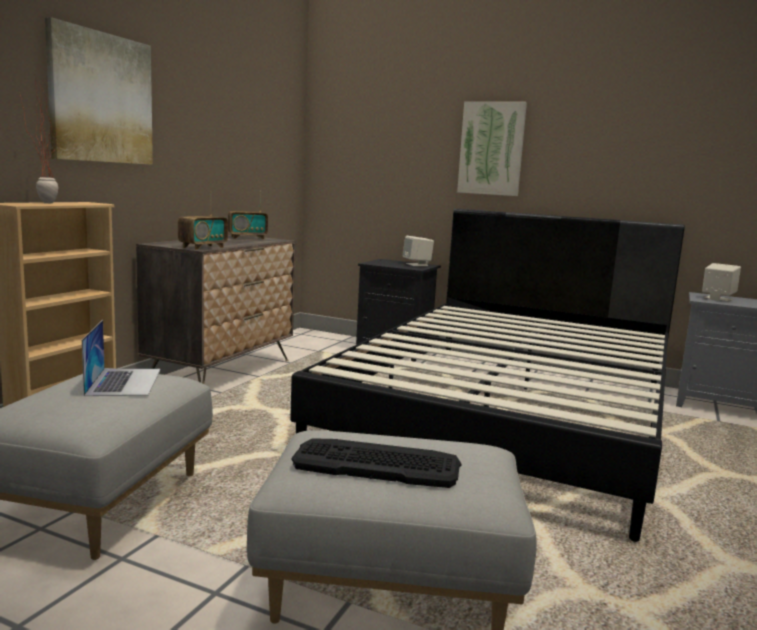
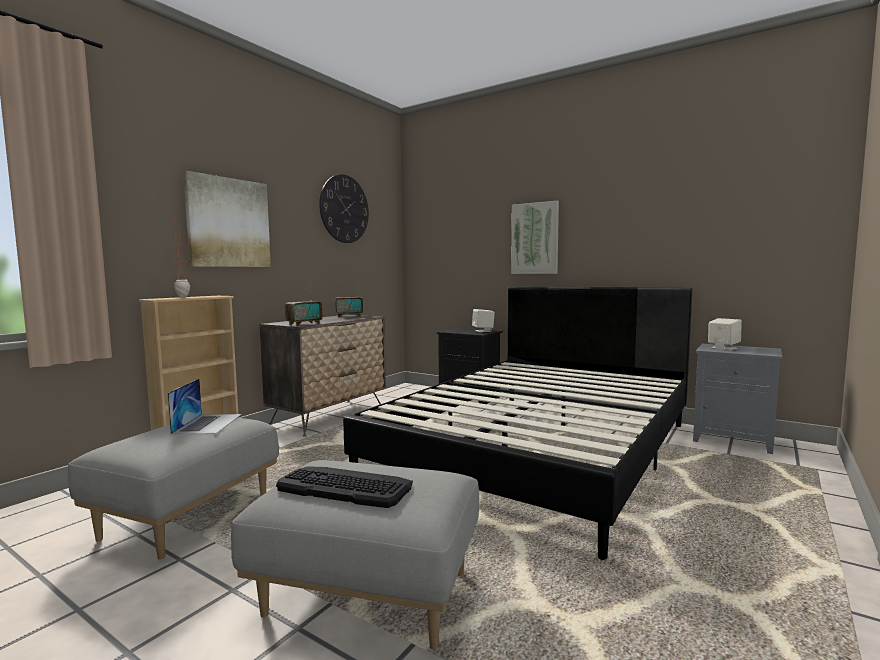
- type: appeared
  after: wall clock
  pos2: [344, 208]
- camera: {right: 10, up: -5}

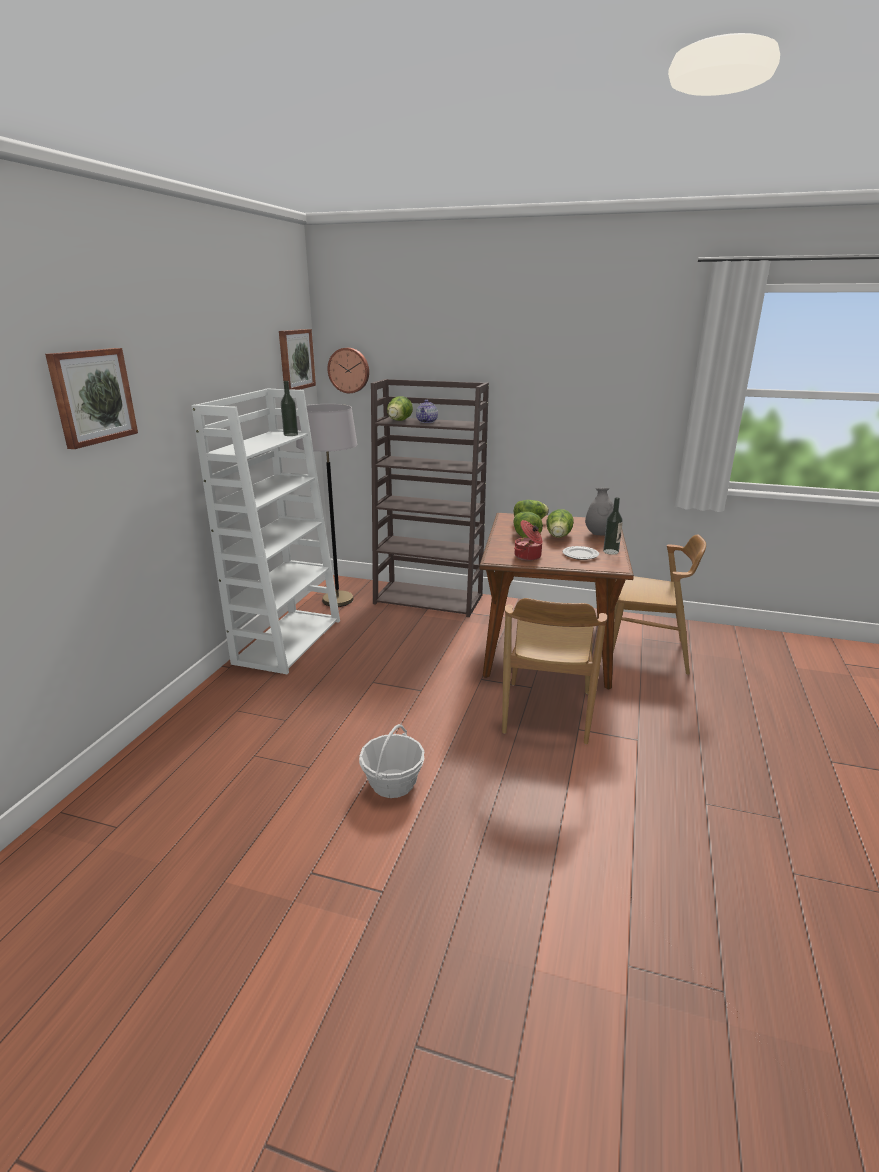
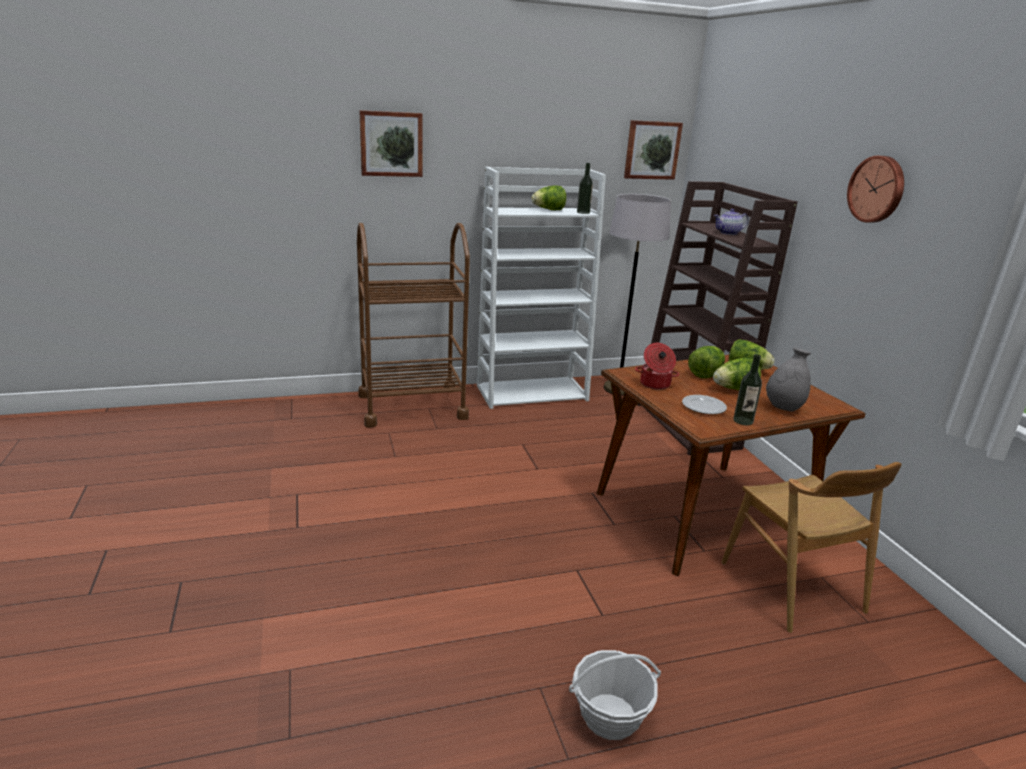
- type: relocated
  before: wall clock
  pos1: [348, 370]
  pos2: [875, 189]
- type: relocated
  before: lettuce
  pos1: [400, 408]
  pos2: [548, 197]
- type: missing
  before: brownish chair
  pos1: [554, 671]
- type: relocated
  before: basket
  pos1: [392, 761]
  pos2: [615, 695]
- type: appeared
  after: brownish trolley
  pos2: [413, 325]
- camera: {right: 55, up: 0}

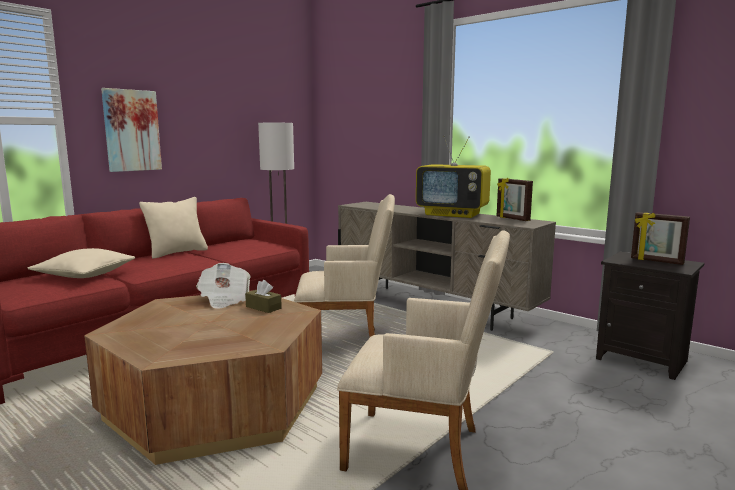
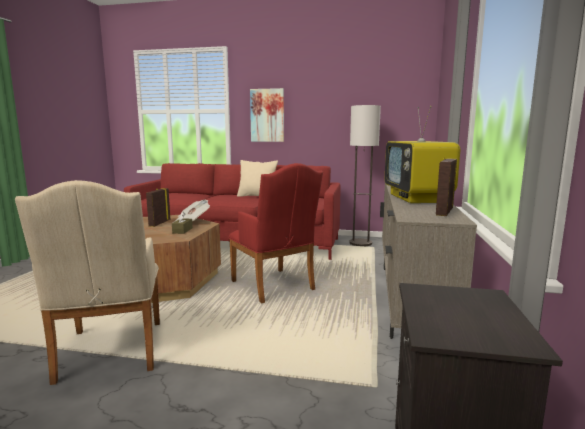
- type: colour
  before: beige-coloured armchair
  after: reddish armchair
  pos1: [344, 265]
  pos2: [275, 233]
- type: relocated
  before: standing frame
  pos1: [660, 238]
  pos2: [158, 207]
- type: missing
  before: beige-coloured pillow
  pos1: [81, 263]
- camera: {right: 60, up: 0}

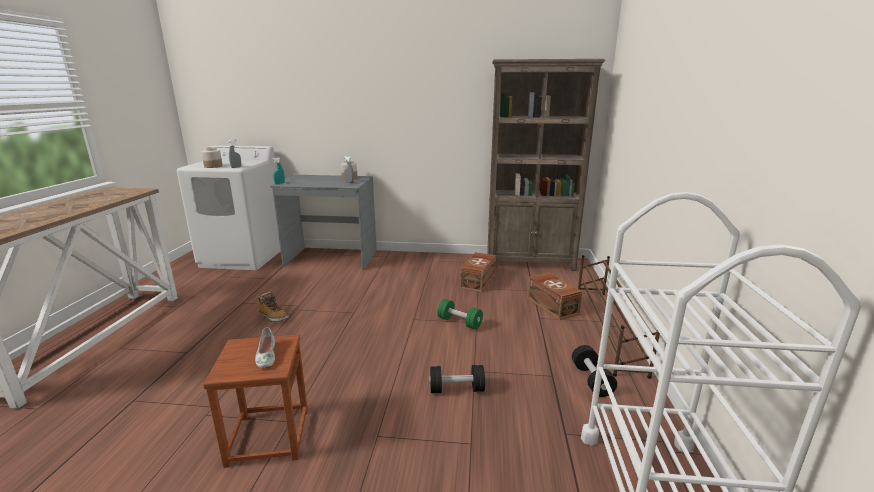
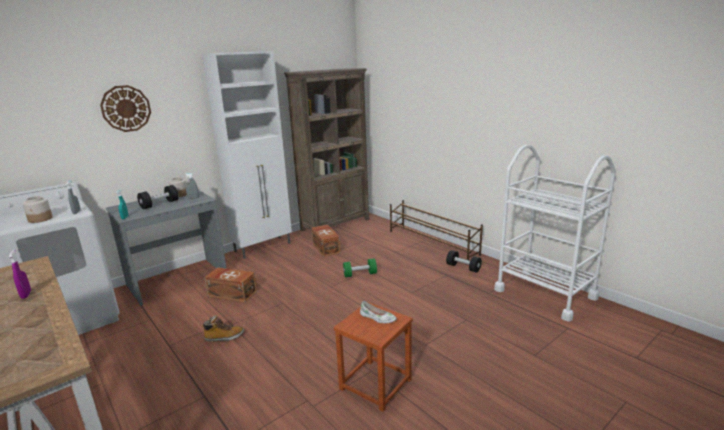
- type: relocated
  before: brownish storage box
  pos1: [554, 296]
  pos2: [230, 285]
- type: relocated
  before: black hand weight
  pos1: [457, 379]
  pos2: [158, 197]
- type: appeared
  after: whitish storage cabinet
  pos2: [247, 155]
- type: appeared
  after: wall clock
  pos2: [125, 108]
- type: appeared
  after: purple sprayer
  pos2: [20, 274]
- camera: {right: -45, up: 0}

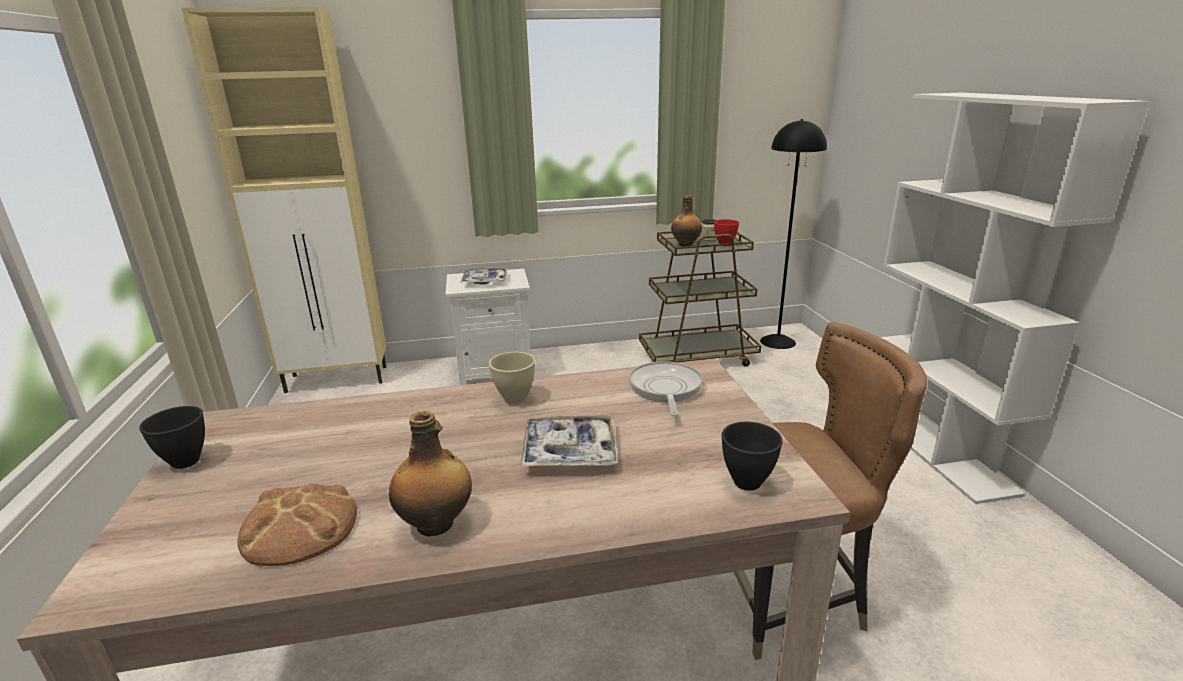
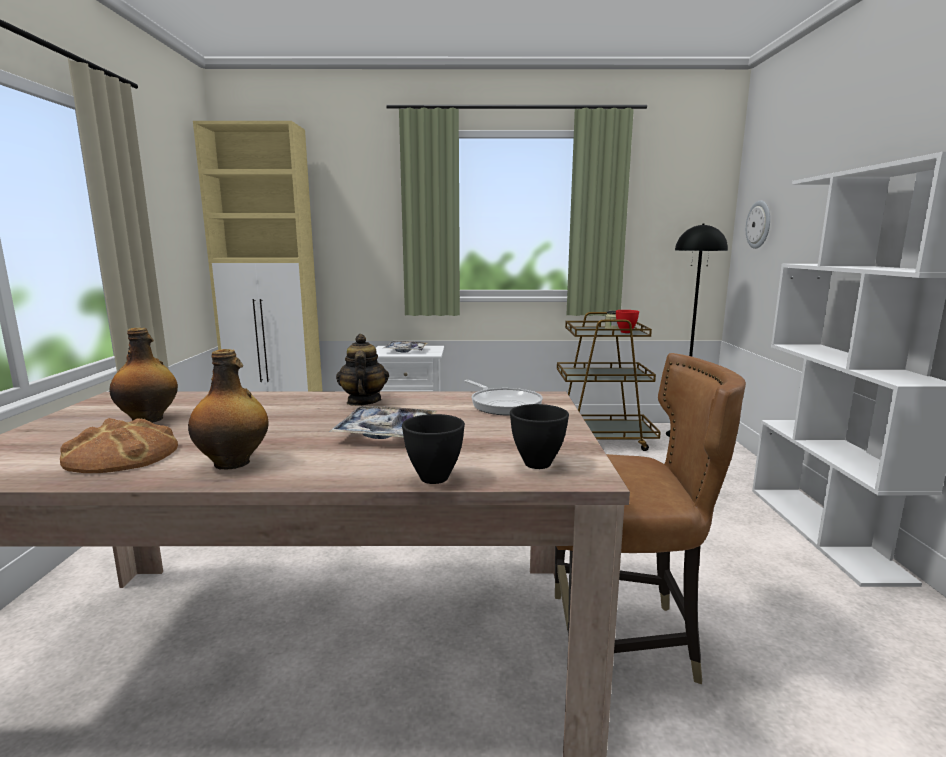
- type: relocated
  before: bottle
  pos1: [686, 221]
  pos2: [143, 375]
- type: exchanged
  before: beige-coloured bowl
  after: tea pot
  pos1: [512, 378]
  pos2: [362, 370]
- type: spun
  before: pan
  pos1: [666, 388]
  pos2: [503, 398]
  turn: 135
- type: relocated
  before: black bowl
  pos1: [172, 437]
  pos2: [433, 449]
- type: appeared
  after: wall clock
  pos2: [758, 224]
- camera: {right: 10, up: -10}

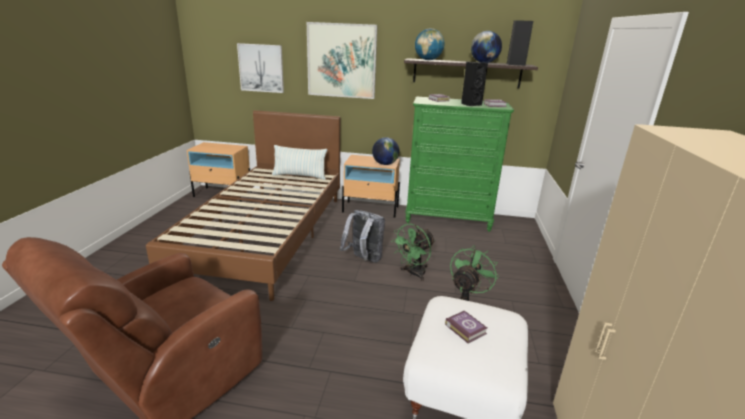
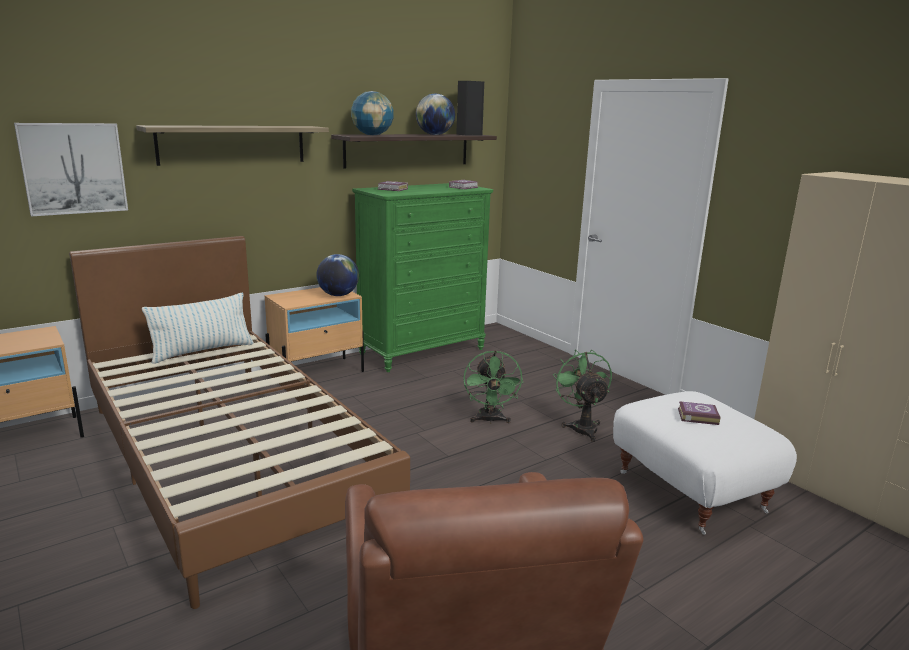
- type: exchanged
  before: wall picture
  after: bracket shelf
  pos1: [342, 60]
  pos2: [232, 145]
- type: missing
  before: black loudspeaker
  pos1: [474, 84]
- type: missing
  before: gray knapsack
  pos1: [362, 236]
- camera: {right: -45, up: -5}

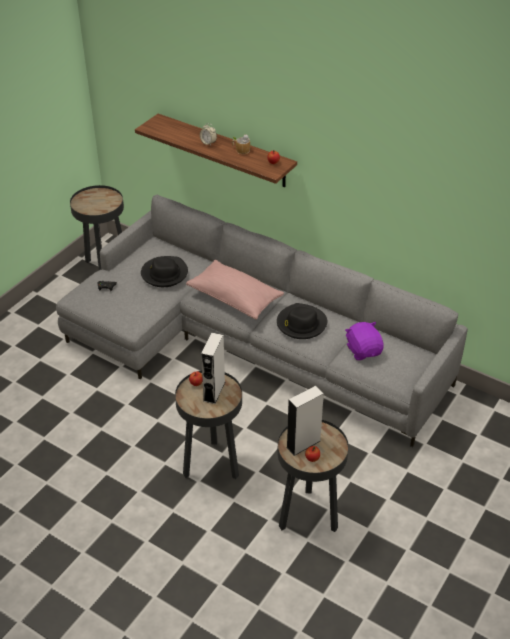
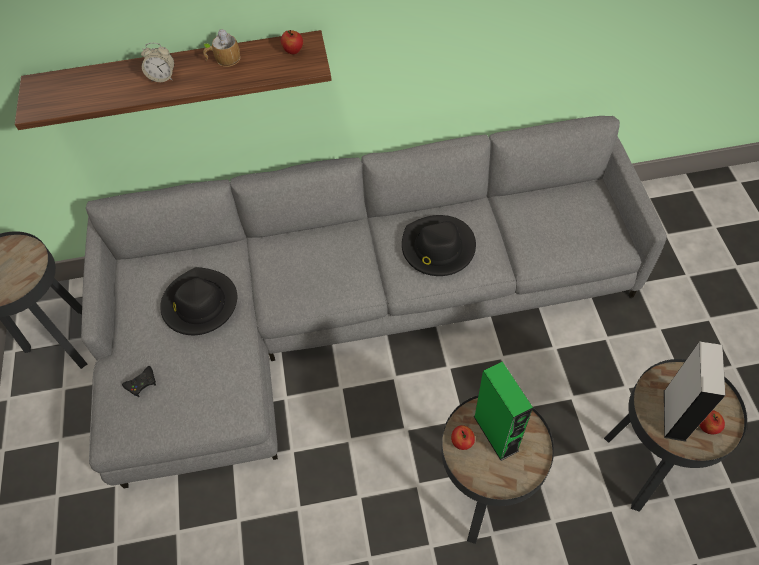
- type: missing
  before: pink pillow
  pos1: [235, 290]
- type: missing
  before: purple plush toy
  pos1: [364, 341]
- type: colour
  before: gray loudspeaker
  after: green-coloured loudspeaker
  pos1: [213, 368]
  pos2: [503, 411]
- camera: {right: -40, up: 15}

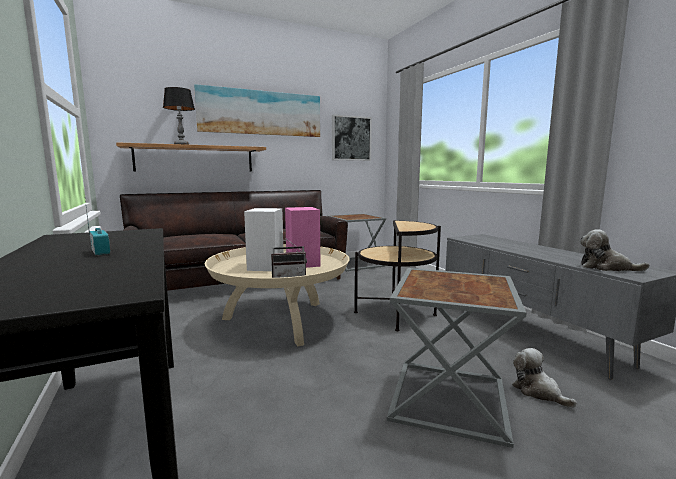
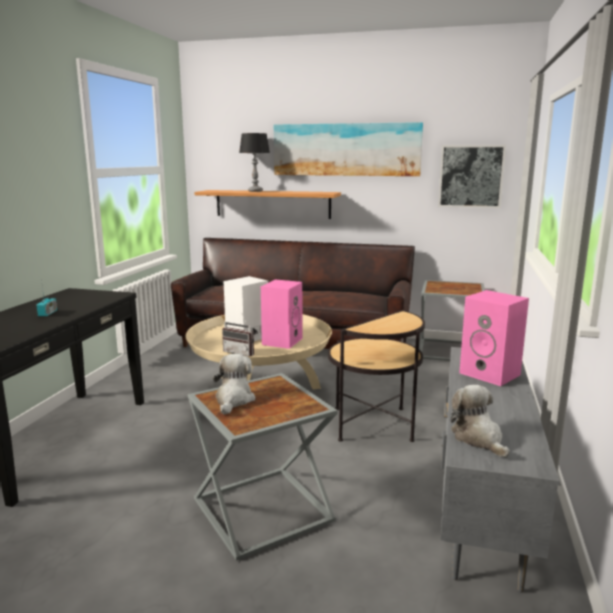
- type: relocated
  before: plush toy
  pos1: [544, 378]
  pos2: [234, 384]
- type: appeared
  after: pink loudspeaker
  pos2: [494, 338]
- camera: {right: 40, up: 5}

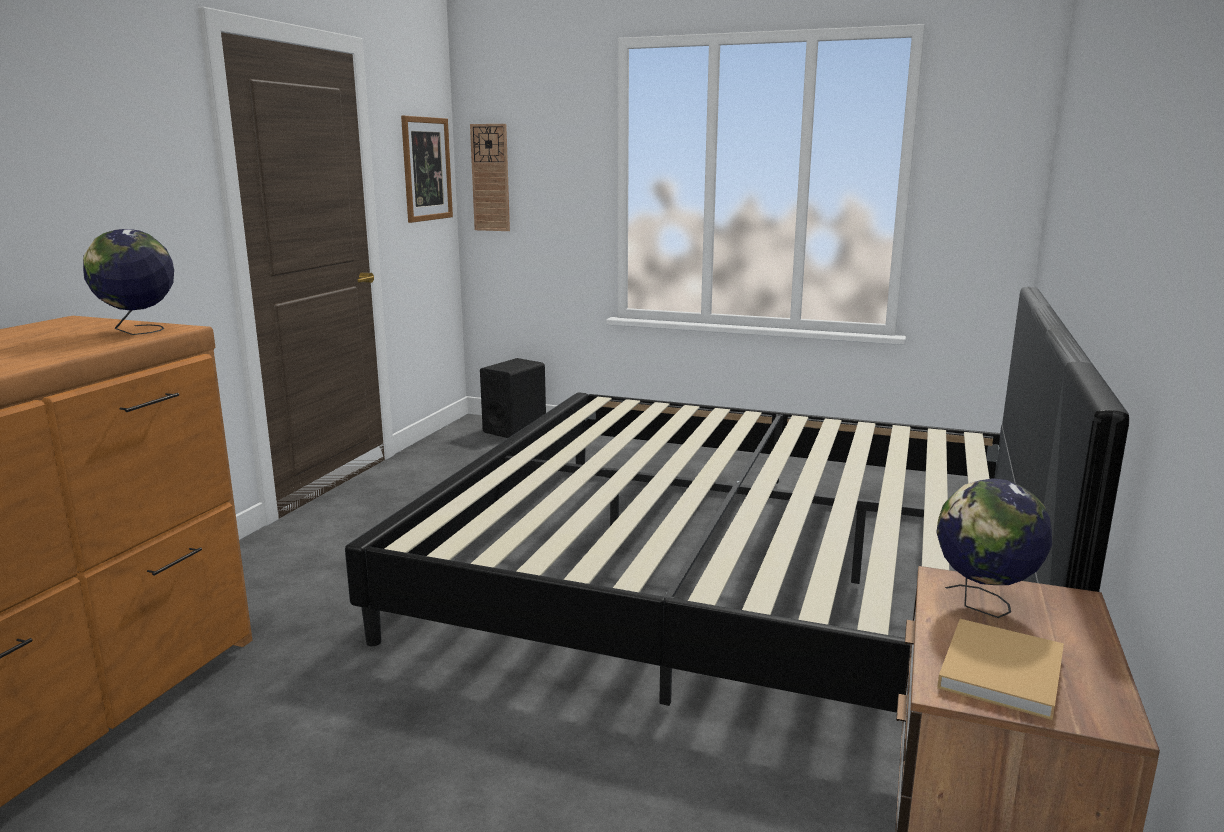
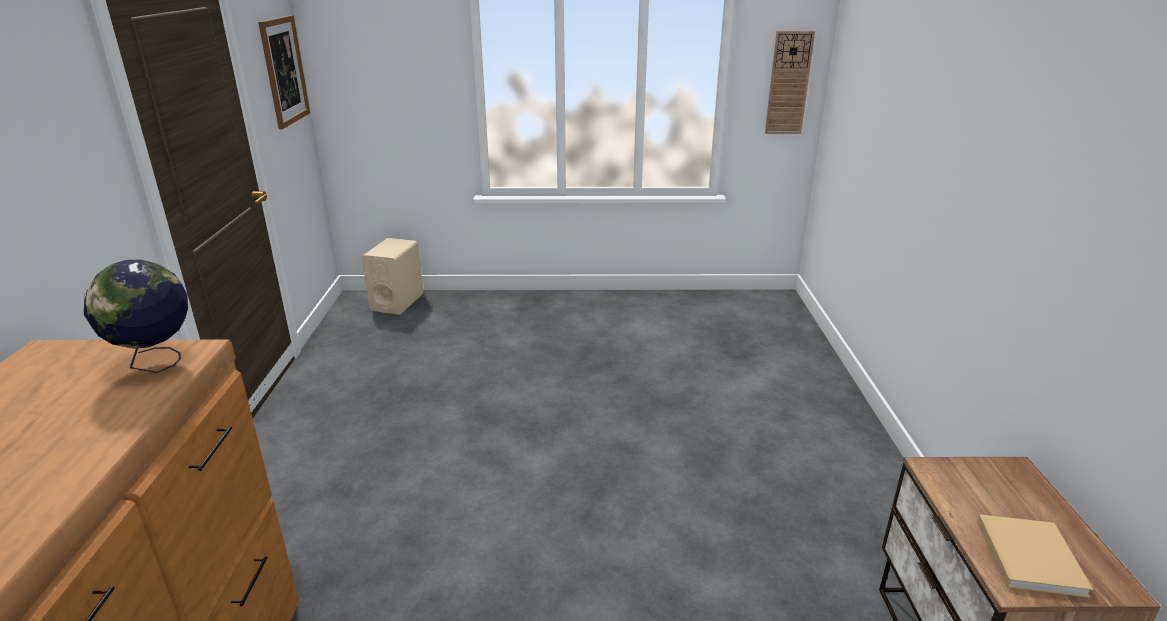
- type: relocated
  before: wall clock
  pos1: [490, 177]
  pos2: [790, 82]
- type: missing
  before: bedroom bed
  pos1: [737, 500]
- type: colour
  before: black loudspeaker
  after: beige-coloured loudspeaker
  pos1: [513, 398]
  pos2: [393, 276]
- type: missing
  before: world globe
  pos1: [994, 548]
- camera: {right: -20, up: 10}

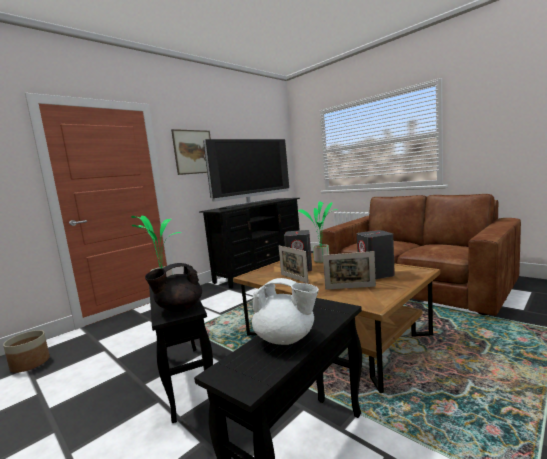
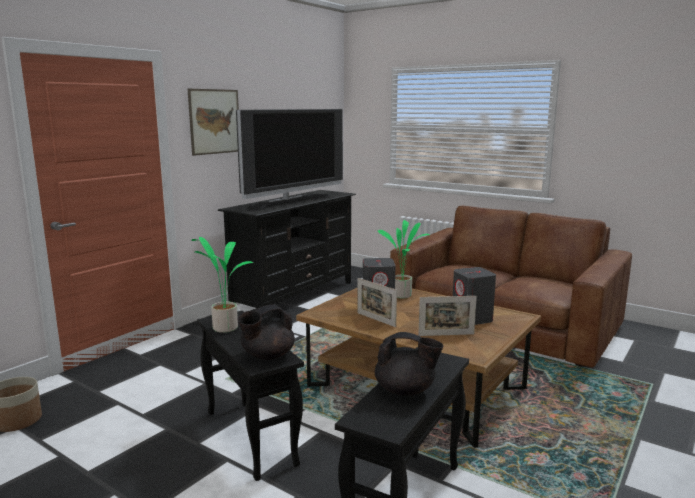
- type: colour
  before: whitish tea pot
  after: black tea pot
  pos1: [285, 311]
  pos2: [409, 364]
- camera: {right: -10, up: 5}

